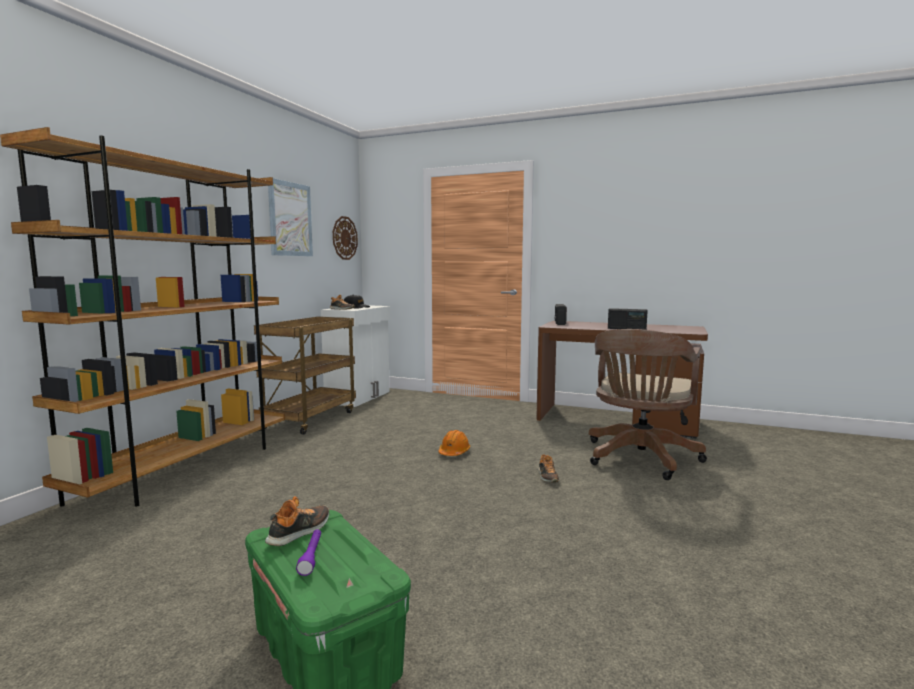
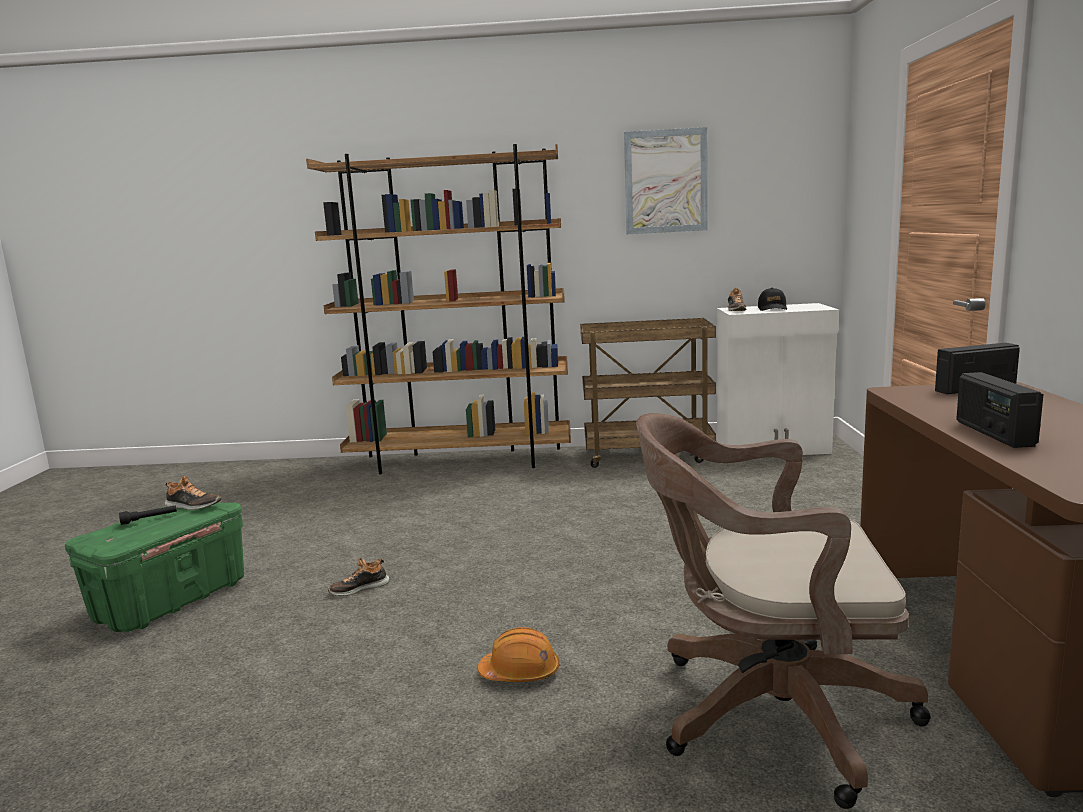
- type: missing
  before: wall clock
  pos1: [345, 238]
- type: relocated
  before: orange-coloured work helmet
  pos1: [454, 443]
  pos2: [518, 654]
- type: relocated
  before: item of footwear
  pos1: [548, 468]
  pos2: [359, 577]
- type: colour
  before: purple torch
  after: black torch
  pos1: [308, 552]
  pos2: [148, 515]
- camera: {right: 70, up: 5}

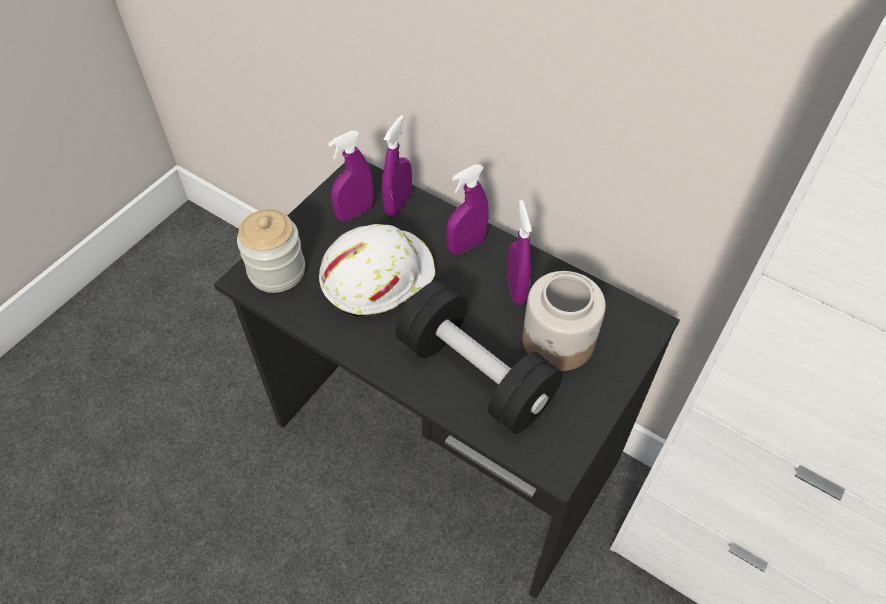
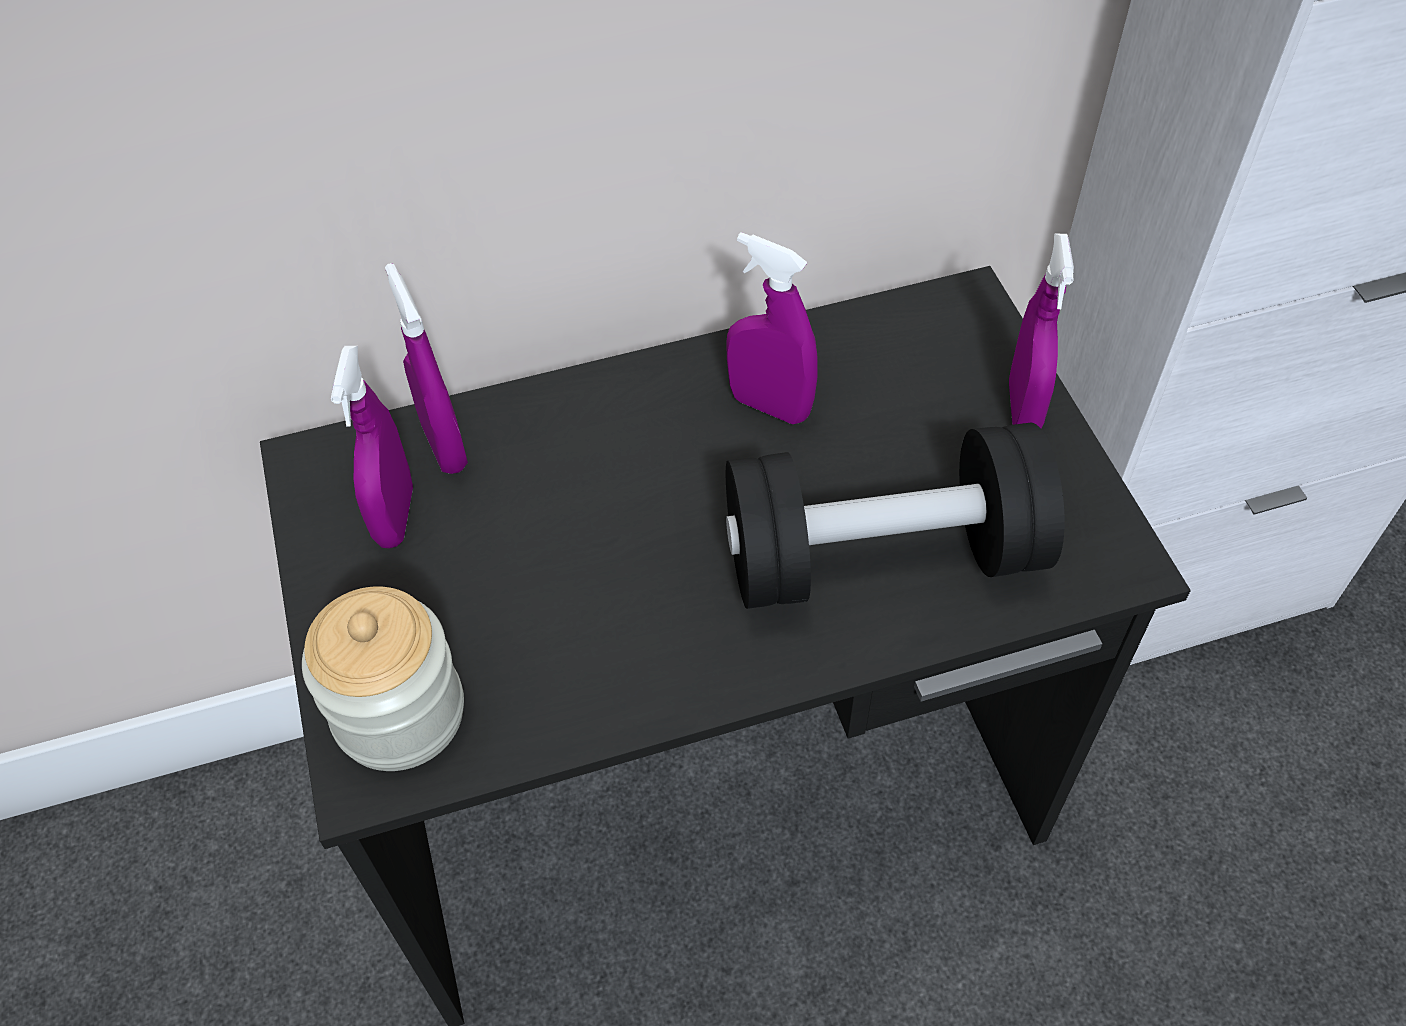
- type: relocated
  before: purple sprayer
  pos1: [467, 210]
  pos2: [1041, 331]
- type: missing
  before: whitish work helmet
  pos1: [377, 270]
- type: missing
  before: preserve jar
  pos1: [564, 321]
- camera: {right: -50, up: 0}

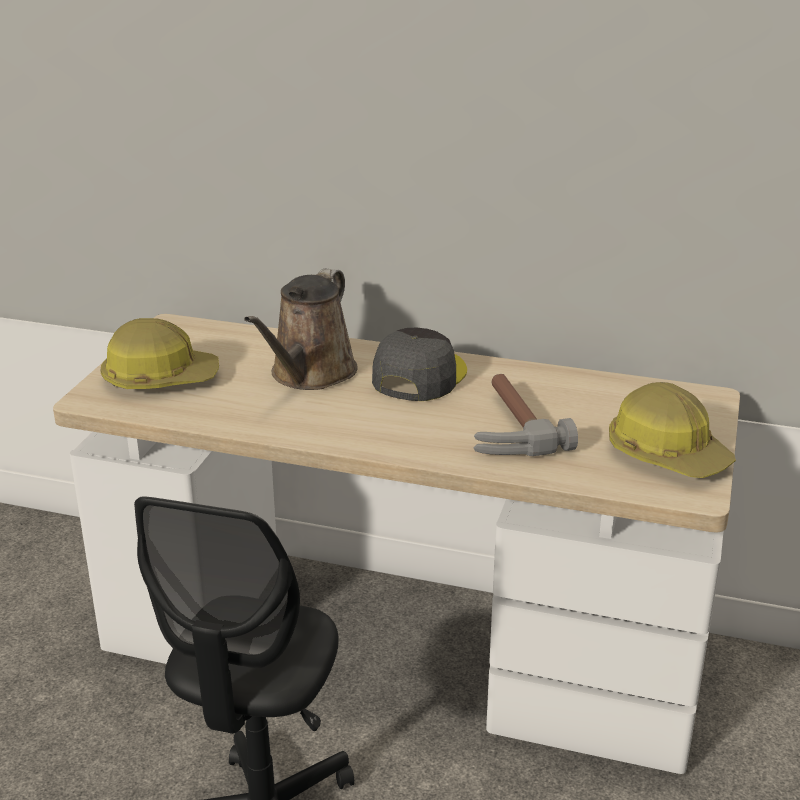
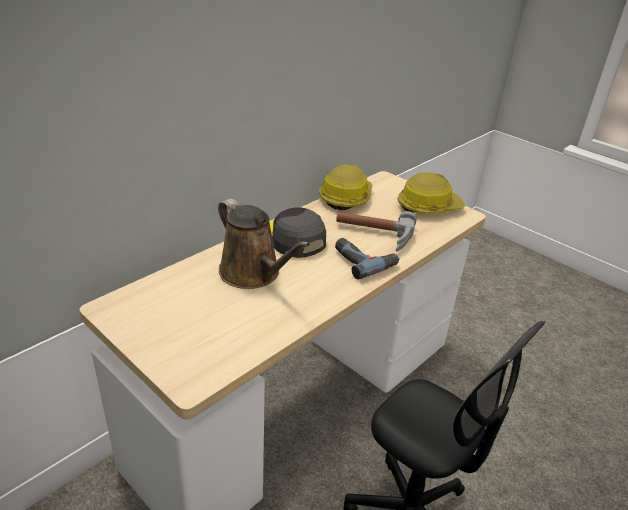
- type: relocated
  before: work helmet
  pos1: [159, 353]
  pos2: [345, 187]
- type: appeared
  after: electric drill
  pos2: [367, 259]
- camera: {right: -65, up: 5}

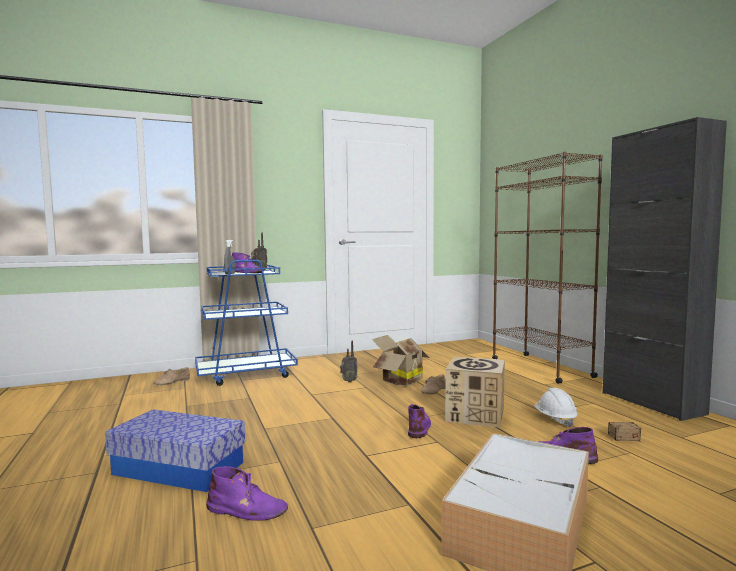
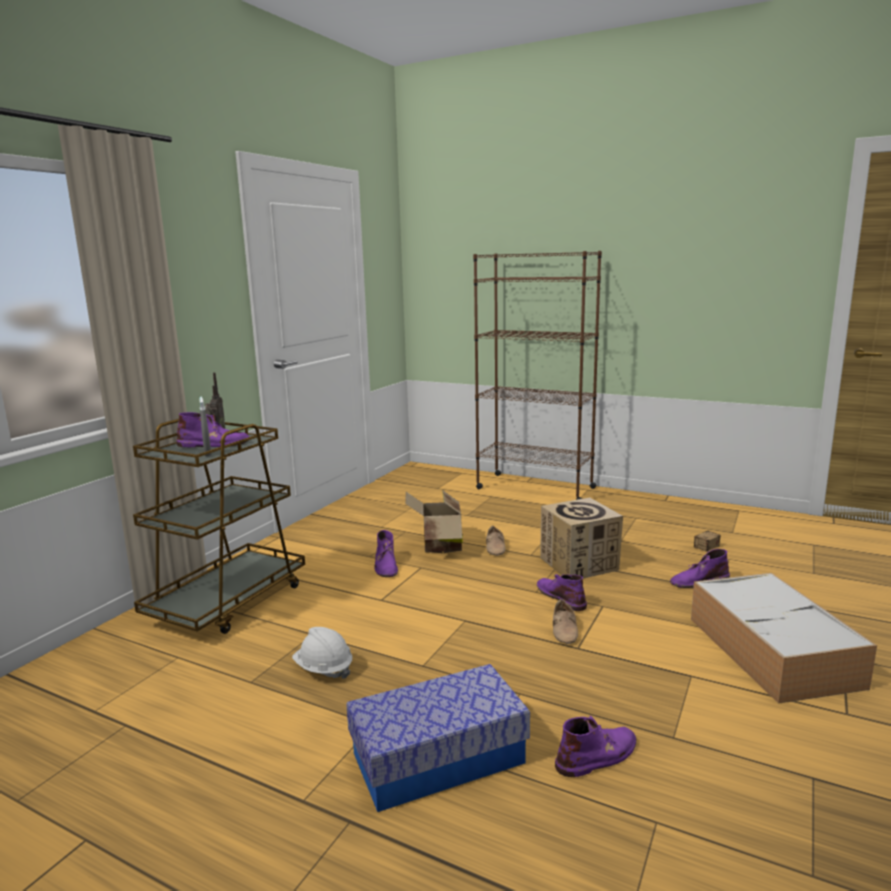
- type: missing
  before: black storage cabinet
  pos1: [665, 269]
- type: colour
  before: blue-coloured trolley
  after: brownish trolley
  pos1: [246, 322]
  pos2: [219, 526]
- type: exchanged
  before: radio receiver
  after: purple high-top boot
  pos1: [348, 361]
  pos2: [386, 553]
- type: relocated
  before: beige-coloured item of footwear
  pos1: [171, 376]
  pos2: [565, 621]
- type: relocated
  before: whitish work helmet
  pos1: [556, 407]
  pos2: [322, 653]
- camera: {right: -40, up: 10}

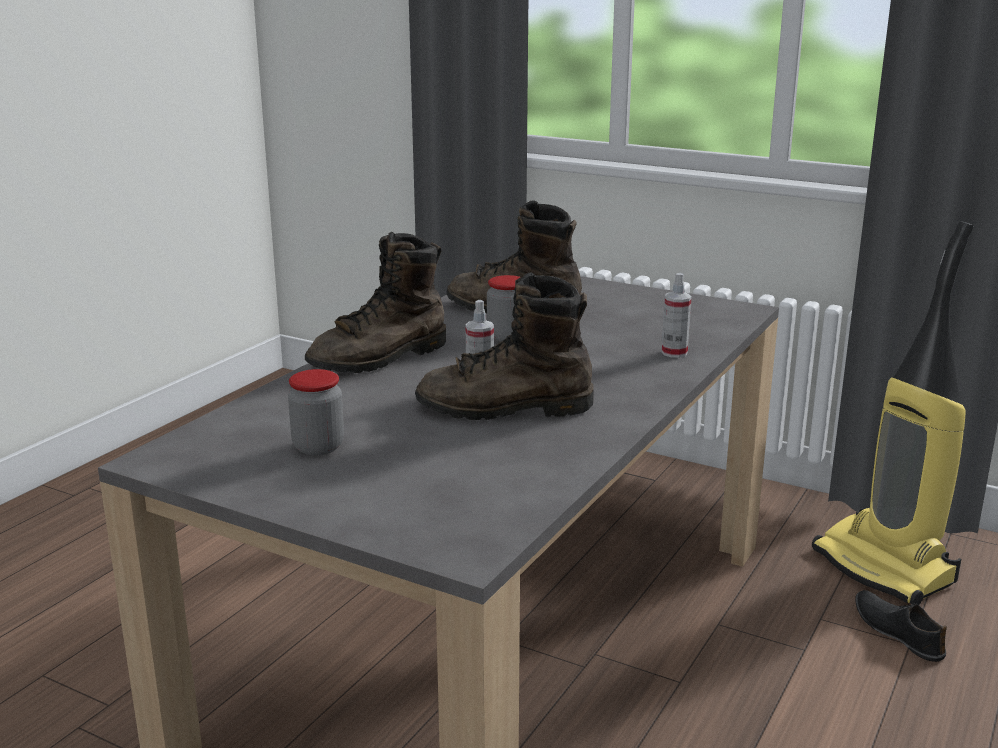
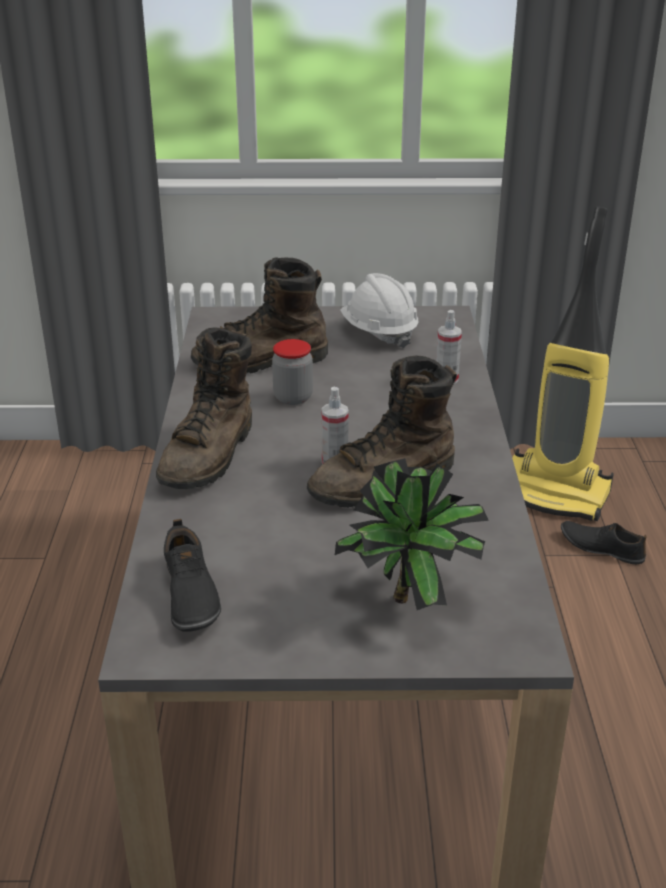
- type: missing
  before: preserve jar
  pos1: [316, 412]
- type: appeared
  after: whitish work helmet
  pos2: [379, 311]
- type: appeared
  after: houseplant
  pos2: [412, 534]
- type: appeared
  after: black item of footwear
  pos2: [192, 575]
- camera: {right: -30, up: 10}

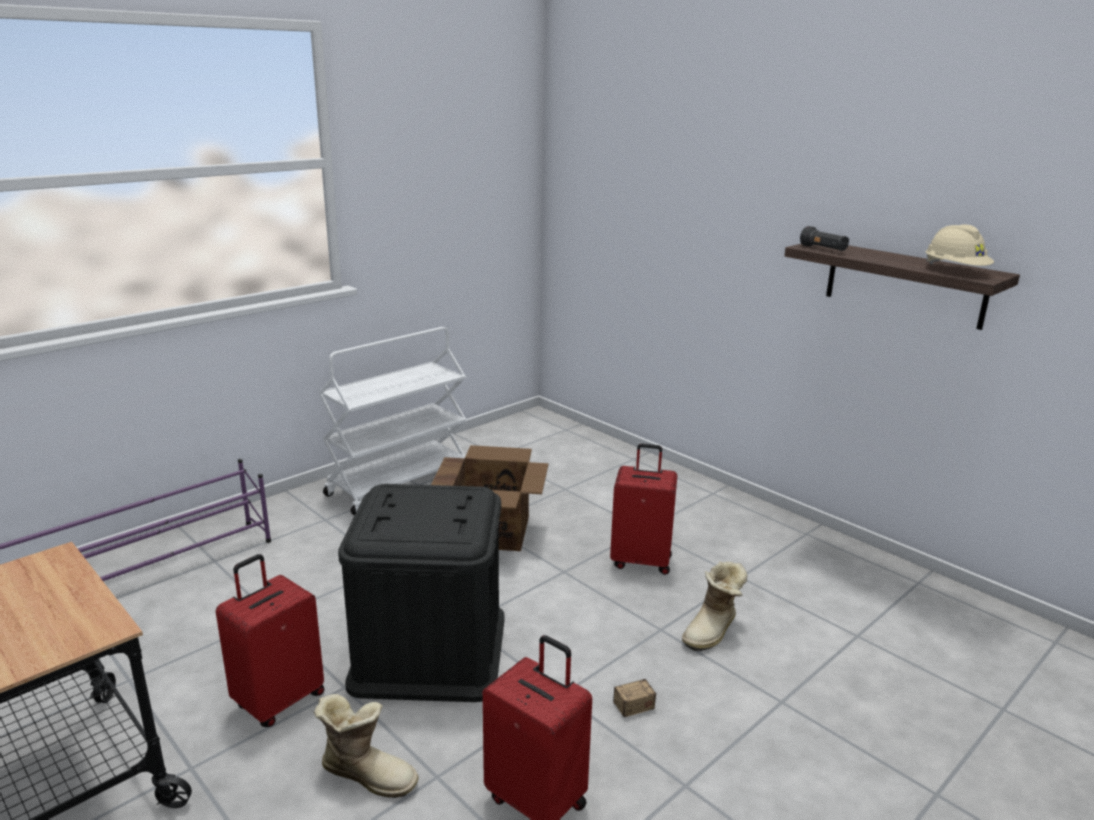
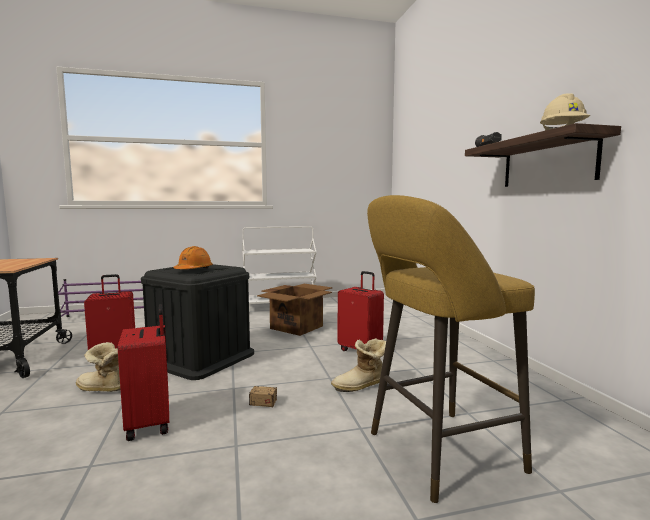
- type: spun
  before: high-top boot
  pos1: [366, 746]
  pos2: [98, 367]
  turn: 150
- type: appeared
  after: yellow stool seat
  pos2: [451, 349]
- type: appeared
  after: orange-coloured work helmet
  pos2: [193, 257]
- camera: {right: 30, up: -15}

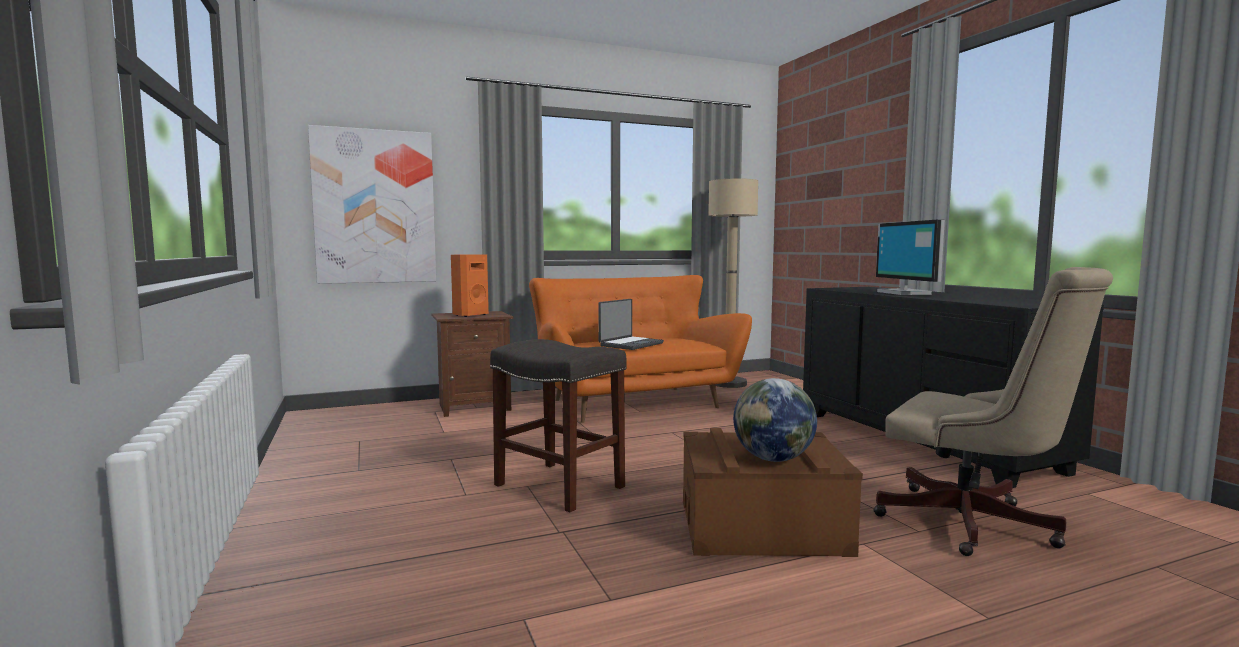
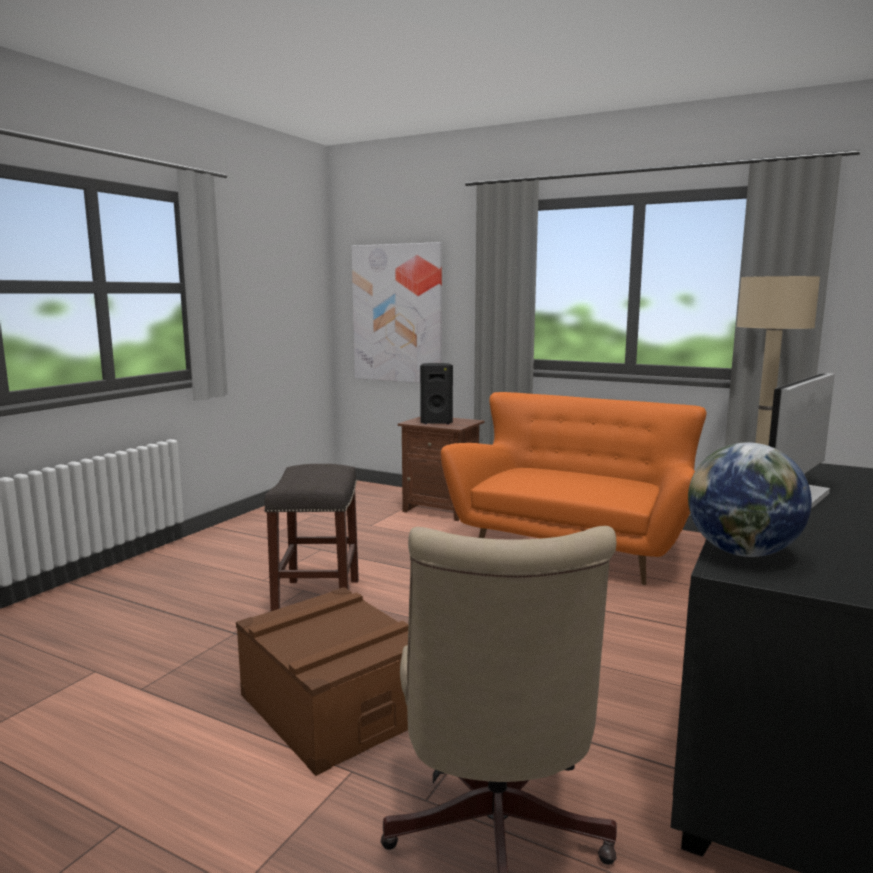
- type: colour
  before: orange-coloured loudspeaker
  after: black loudspeaker
  pos1: [470, 285]
  pos2: [436, 393]
- type: missing
  before: laptop
  pos1: [631, 324]
- type: relocated
  before: world globe
  pos1: [775, 420]
  pos2: [750, 499]
- camera: {right: 50, up: 5}

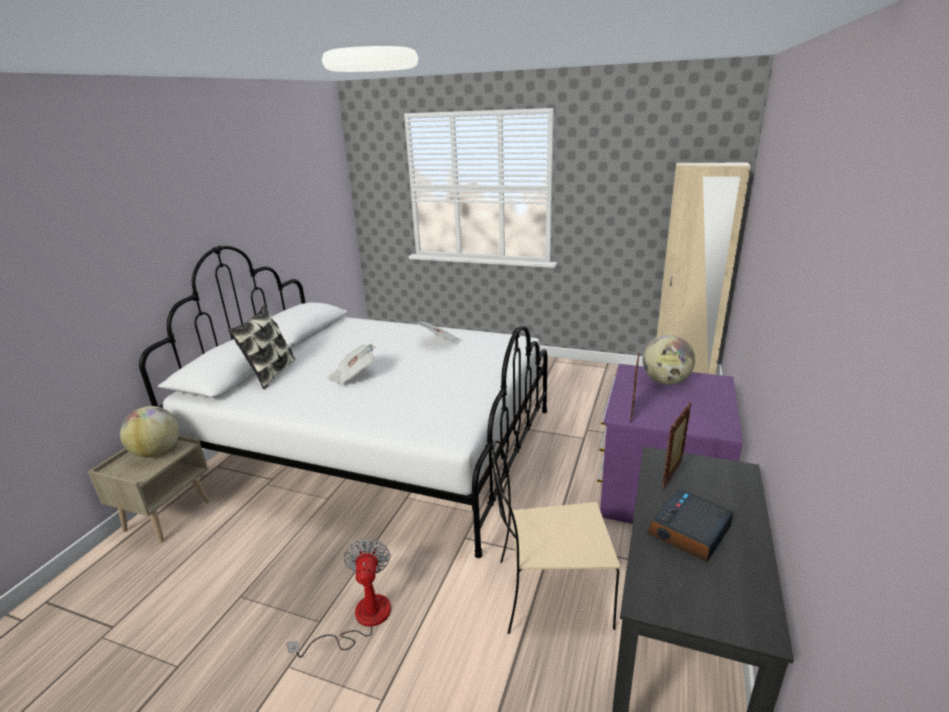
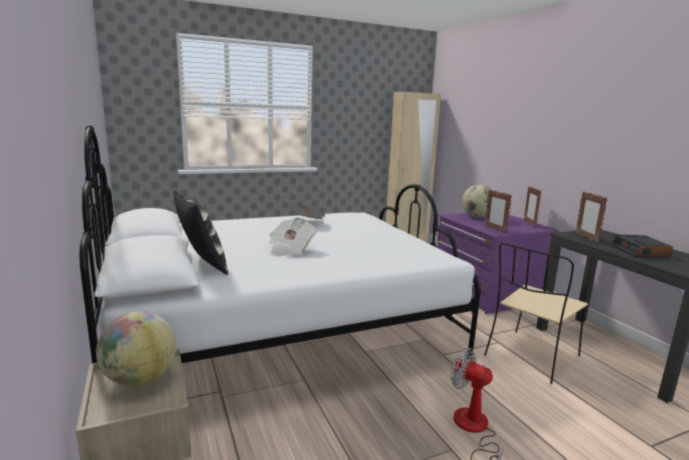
- type: appeared
  after: standing frame
  pos2: [533, 206]
- camera: {right: -45, up: -10}

